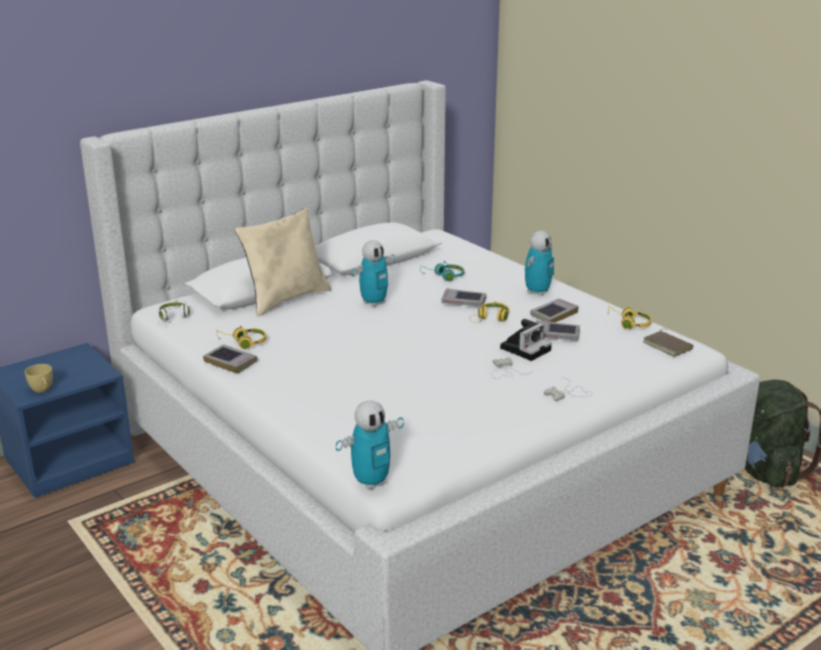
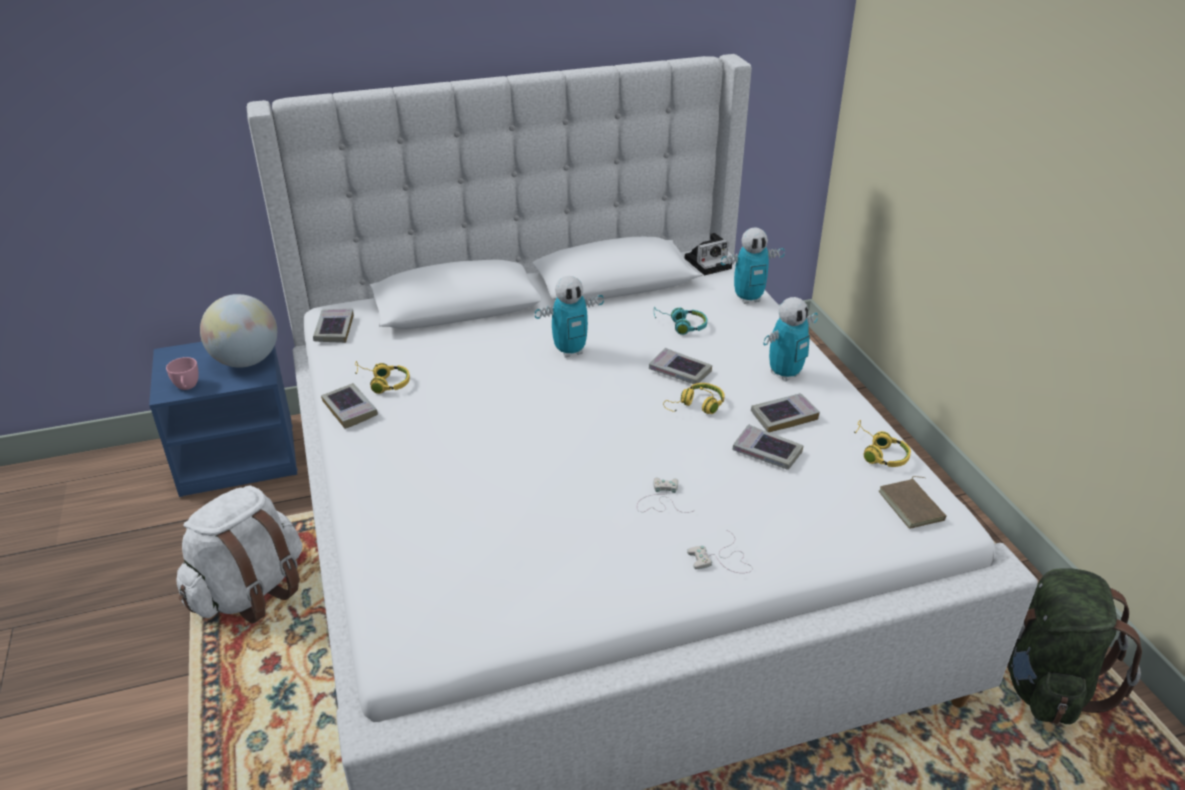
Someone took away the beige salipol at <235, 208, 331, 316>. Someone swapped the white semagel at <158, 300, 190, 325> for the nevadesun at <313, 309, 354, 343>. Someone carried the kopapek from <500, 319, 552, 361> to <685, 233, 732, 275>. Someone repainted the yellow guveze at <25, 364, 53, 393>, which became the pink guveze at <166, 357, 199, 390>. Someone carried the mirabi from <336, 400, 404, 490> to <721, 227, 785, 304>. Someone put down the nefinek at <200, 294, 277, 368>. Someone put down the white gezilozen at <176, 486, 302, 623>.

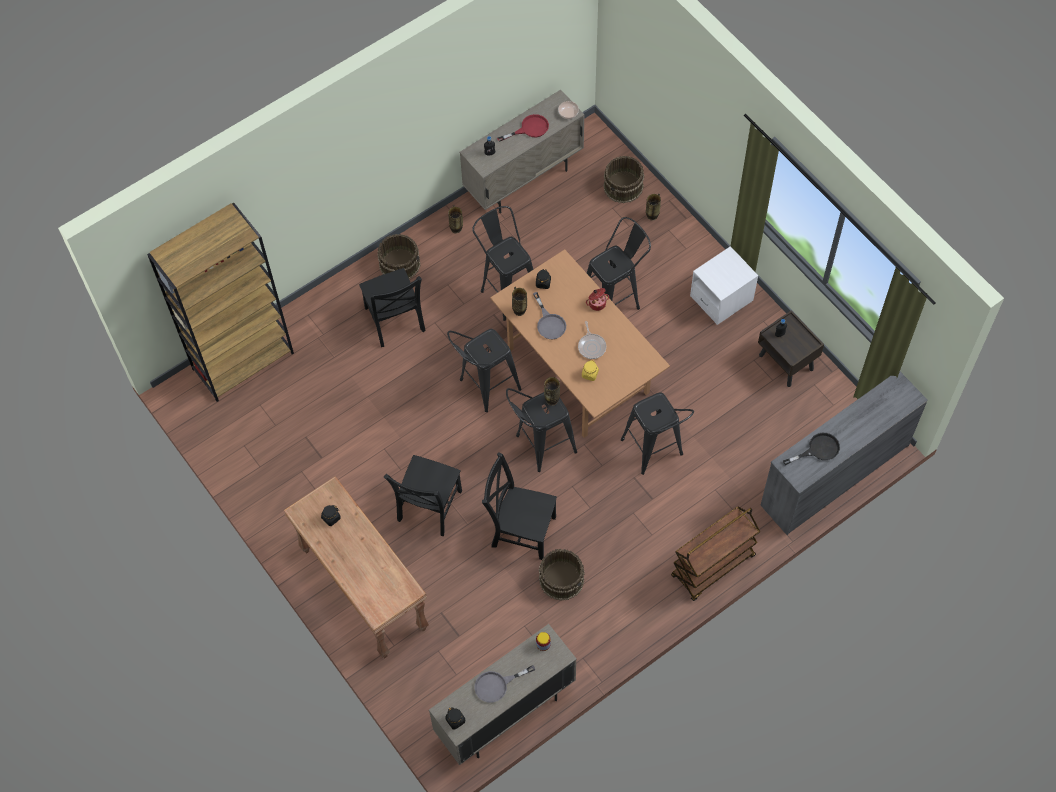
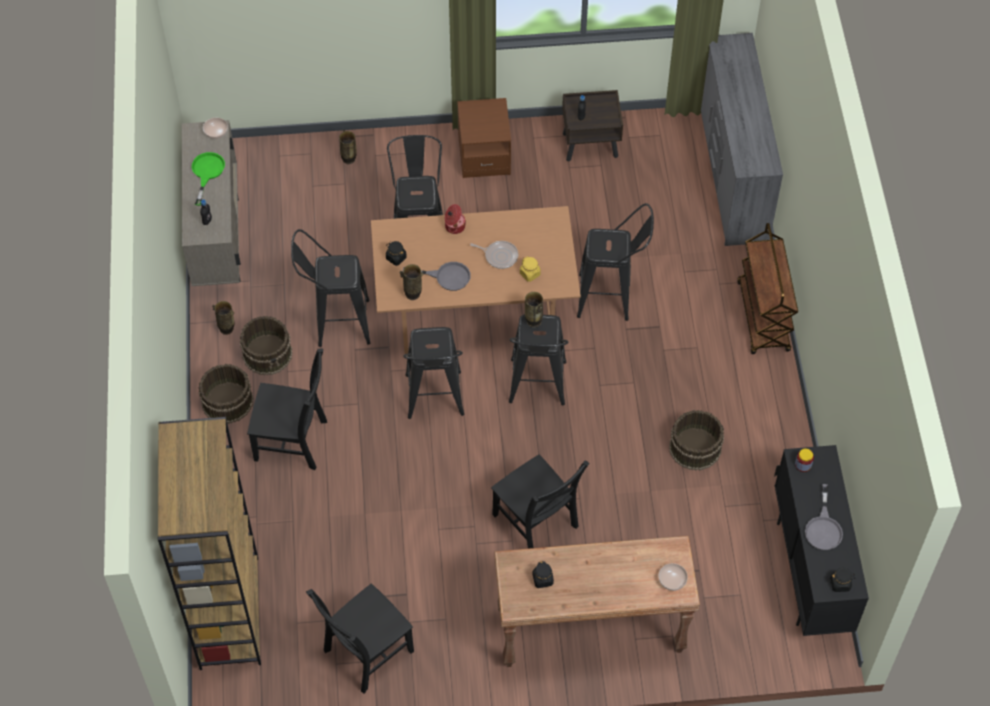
Someone repainted the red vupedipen at <497, 114, 549, 142>, which became the green vupedipen at <192, 152, 225, 206>. Someone carried the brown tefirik from <603, 156, 644, 203> to <240, 316, 293, 375>. Someone repainted the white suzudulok at <690, 246, 758, 325>, which became the brown suzudulok at <457, 98, 511, 178>. Someone took away the black vupedipen at <783, 433, 840, 465>. Someone carried the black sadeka from <482, 452, 557, 560> to <306, 583, 414, 693>. Someone repainted the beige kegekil at <429, 624, 577, 765>, which became the black kegekil at <774, 445, 869, 636>. Someone put down the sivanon at <659, 563, 688, 591>.

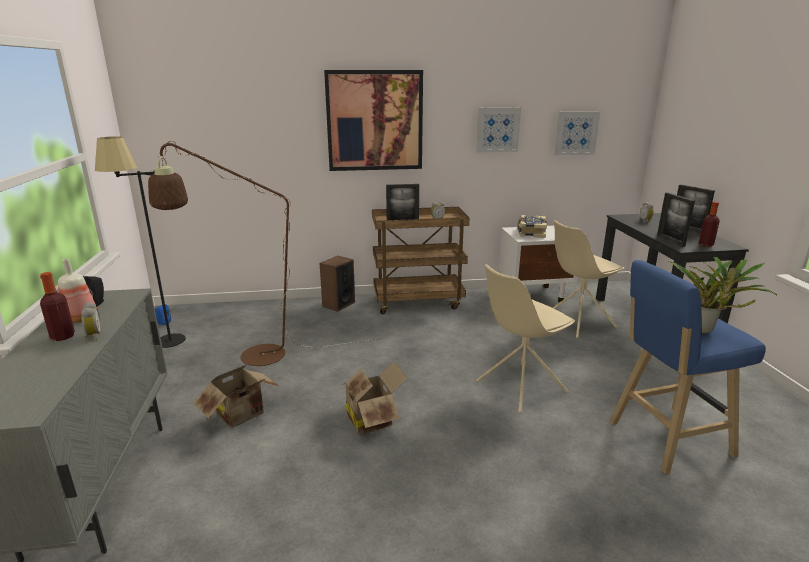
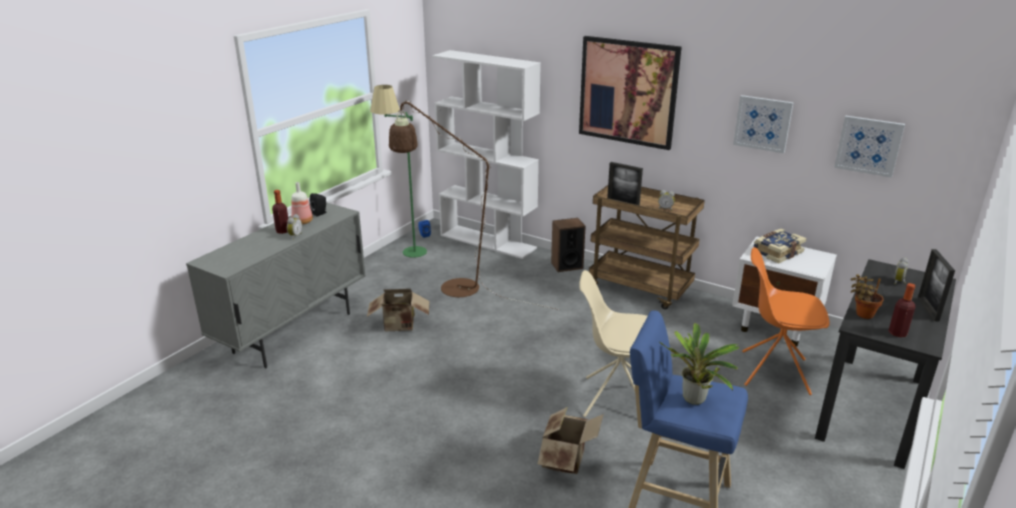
Someone repainted the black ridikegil at <95, 136, 186, 348>, which became the green ridikegil at <370, 85, 427, 258>. Someone swapped the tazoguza at <657, 193, 695, 247> for the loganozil at <851, 274, 884, 319>. Someone repainted the beige sadeka at <553, 220, 624, 338>, which became the orange sadeka at <742, 247, 830, 395>. Someone carried the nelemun from <342, 361, 408, 434> to <538, 407, 604, 474>. Someone put down the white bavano at <432, 50, 541, 259>.

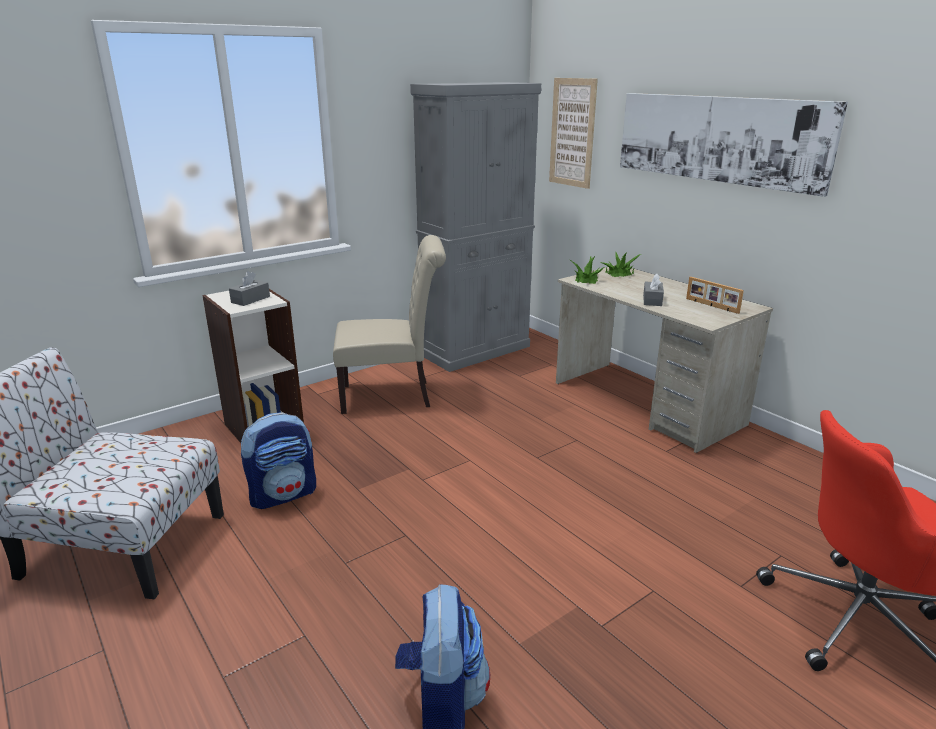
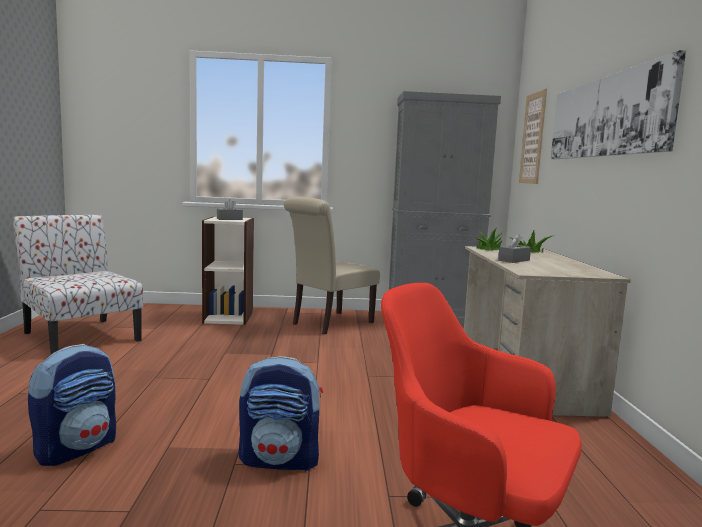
Someone rotated the beige sadeka at <333, 235, 446, 414> by 105 degrees clockwise. Someone took away the tazoguza at <686, 277, 744, 314>. Someone carried the gezilozen from <241, 413, 316, 509> to <239, 356, 323, 471>.

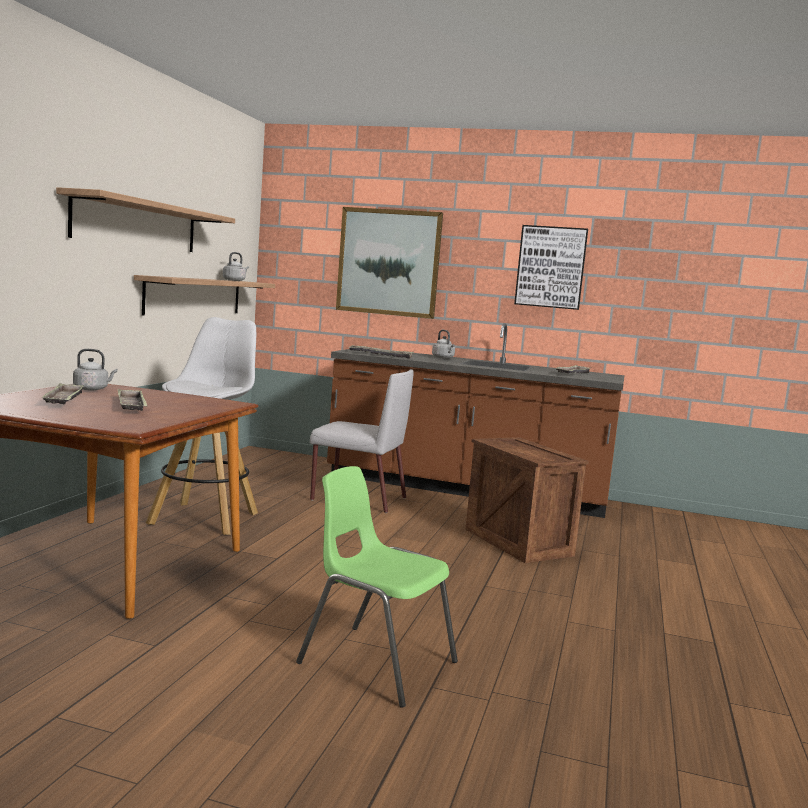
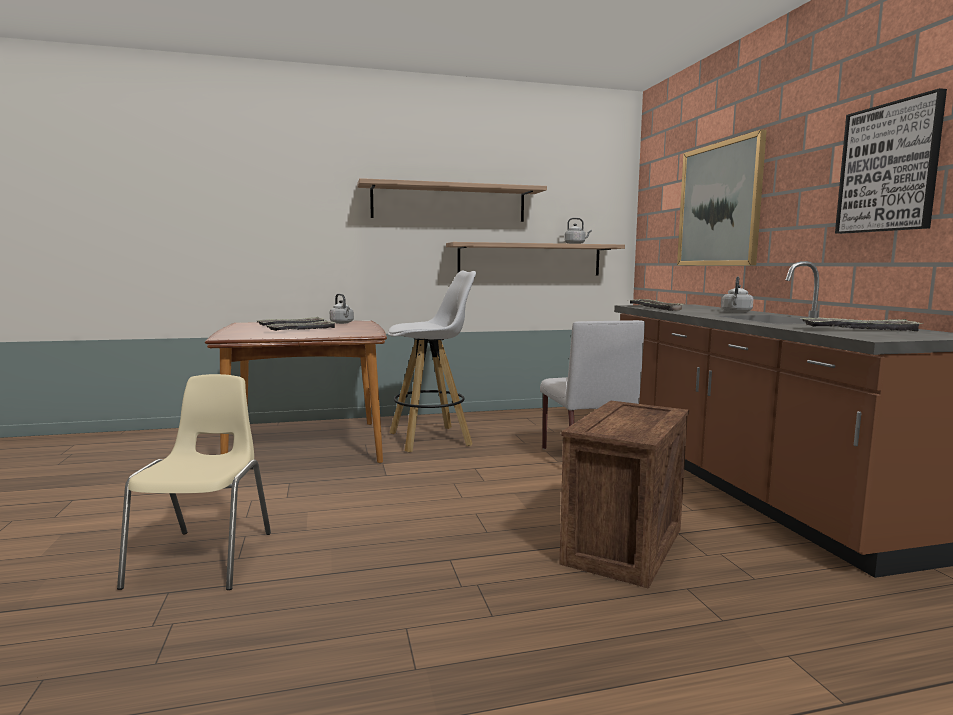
Someone repainted the green sadeka at <296, 466, 458, 708>, which became the beige sadeka at <117, 374, 271, 590>.

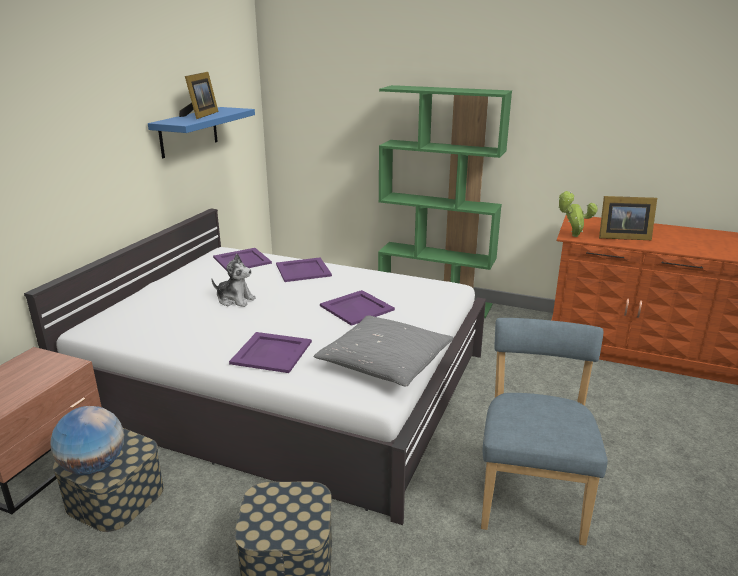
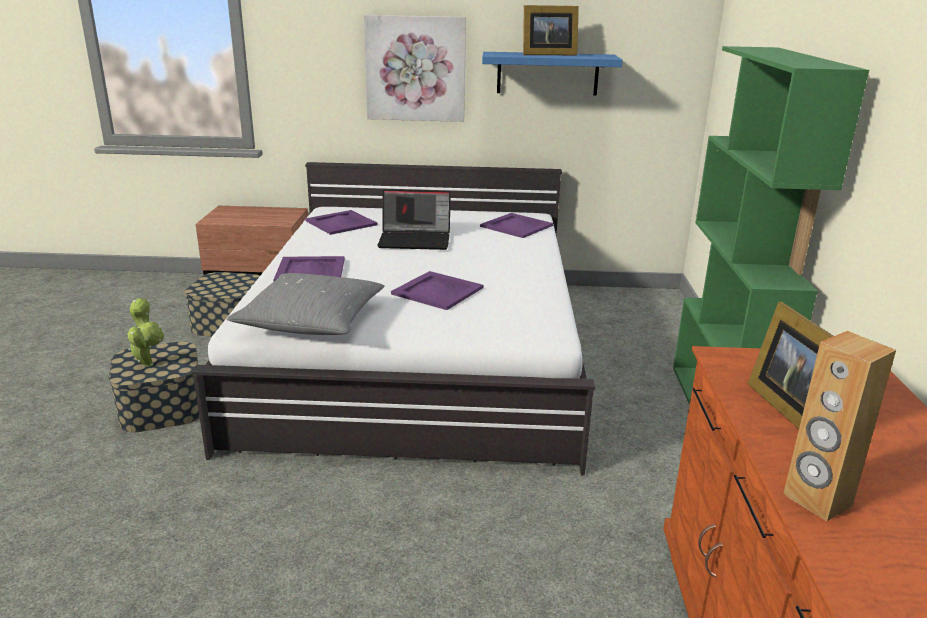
Someone carried the loganozil from <558, 191, 598, 237> to <127, 298, 164, 367>. Someone swapped the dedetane at <212, 254, 256, 307> for the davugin at <377, 189, 451, 250>. Someone carried the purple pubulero from <276, 257, 332, 282> to <305, 210, 377, 235>. Someone took away the blue sadeka at <481, 318, 608, 546>. Someone took away the nefinek at <50, 406, 124, 475>. Someone put up the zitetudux at <364, 15, 466, 122>. Someone put down the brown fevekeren at <783, 331, 896, 521>.

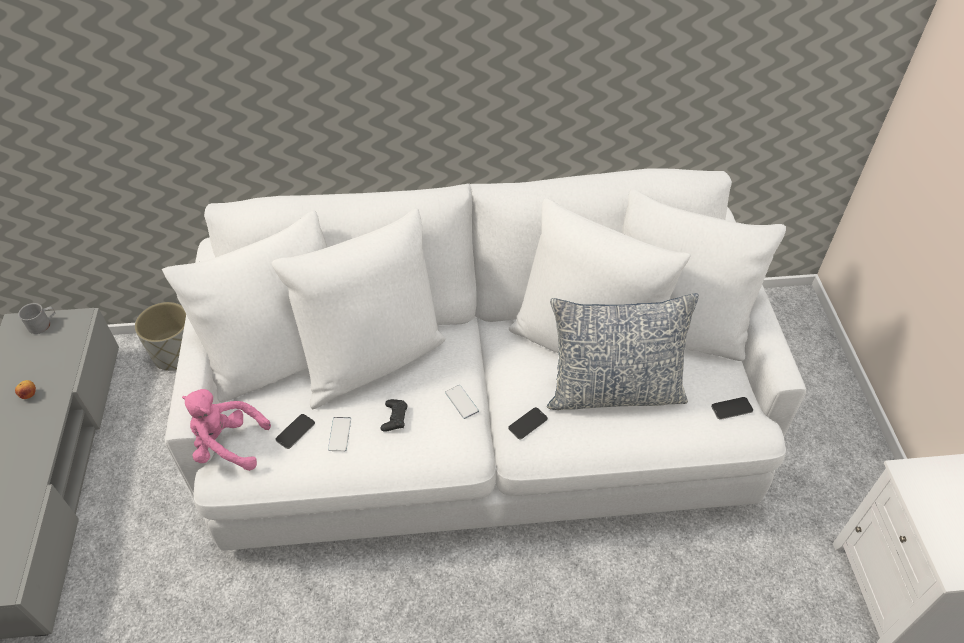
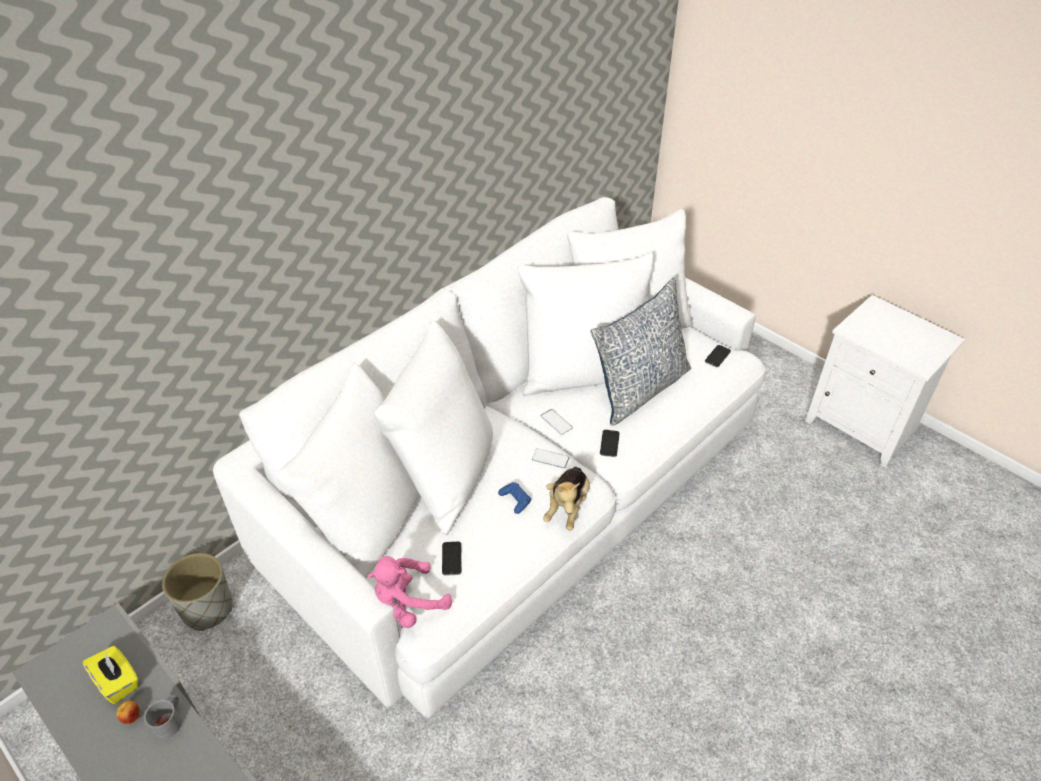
Someone carried the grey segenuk from <18, 303, 55, 334> to <144, 695, 181, 739>. Someone repainted the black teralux at <381, 399, 407, 432>, which became the blue teralux at <498, 482, 531, 514>. Someone carried the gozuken from <328, 417, 351, 451> to <541, 409, 573, 435>. Someone put down the dedetane at <543, 466, 590, 531>. Someone put down the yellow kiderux at <82, 646, 138, 704>.

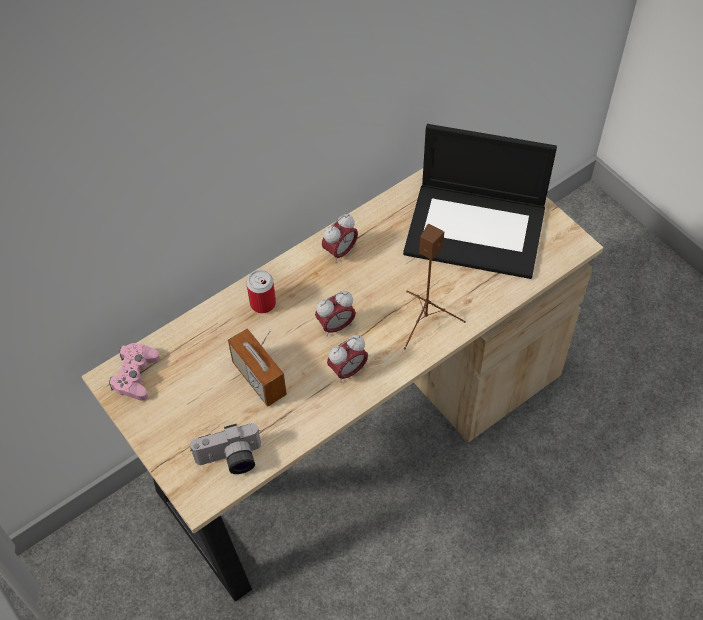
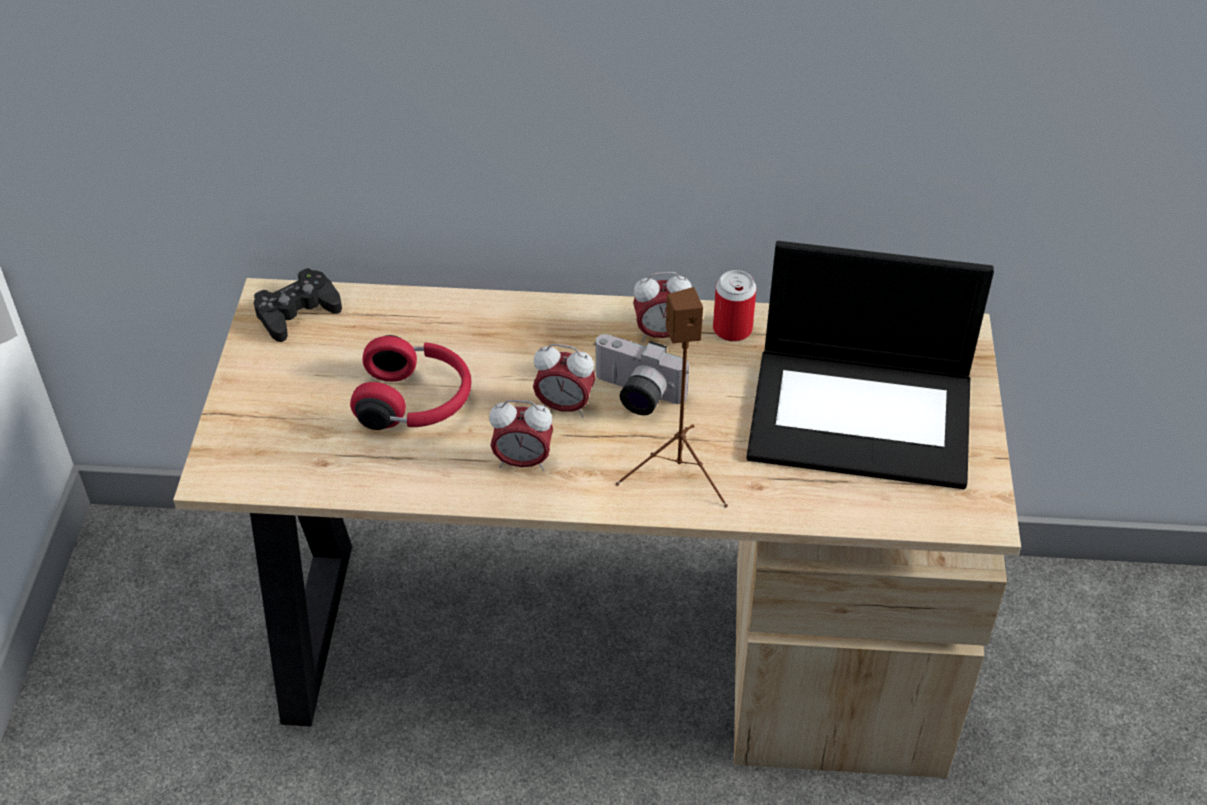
Someone rotated the davugin at <403, 124, 557, 279> by 45 degrees counterclockwise. Someone carried the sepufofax from <246, 270, 276, 313> to <713, 270, 756, 342>. Someone swapped the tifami at <228, 328, 287, 407> for the red semagel at <350, 335, 471, 430>. Someone repainted the pink teralux at <109, 343, 160, 401>, which became the black teralux at <254, 268, 342, 342>. Someone carried the kopapek from <190, 423, 261, 474> to <593, 334, 689, 415>.

